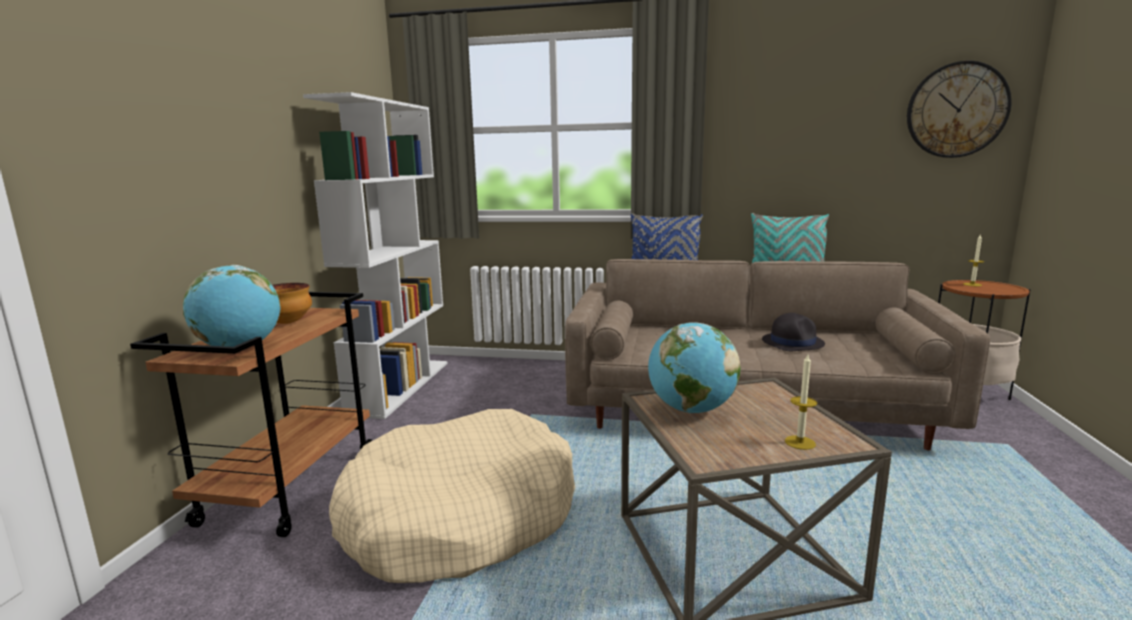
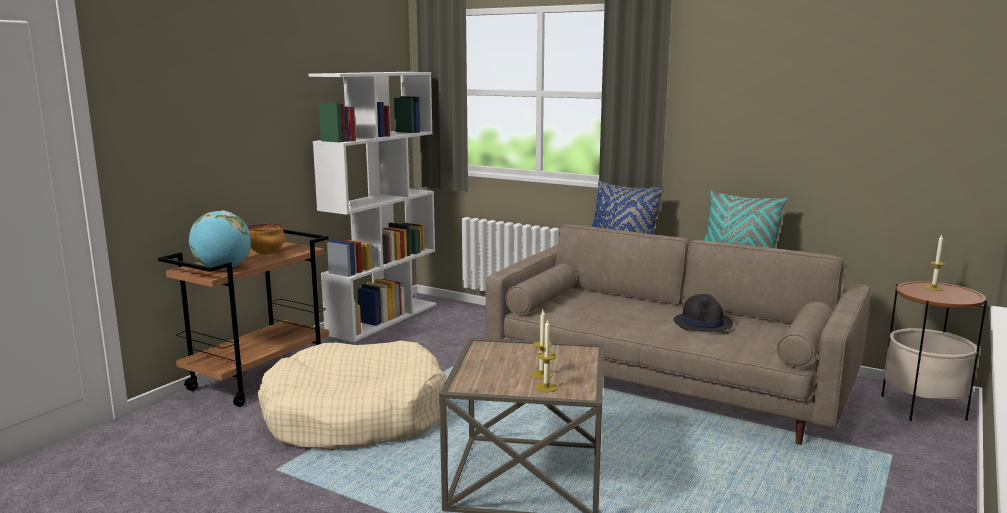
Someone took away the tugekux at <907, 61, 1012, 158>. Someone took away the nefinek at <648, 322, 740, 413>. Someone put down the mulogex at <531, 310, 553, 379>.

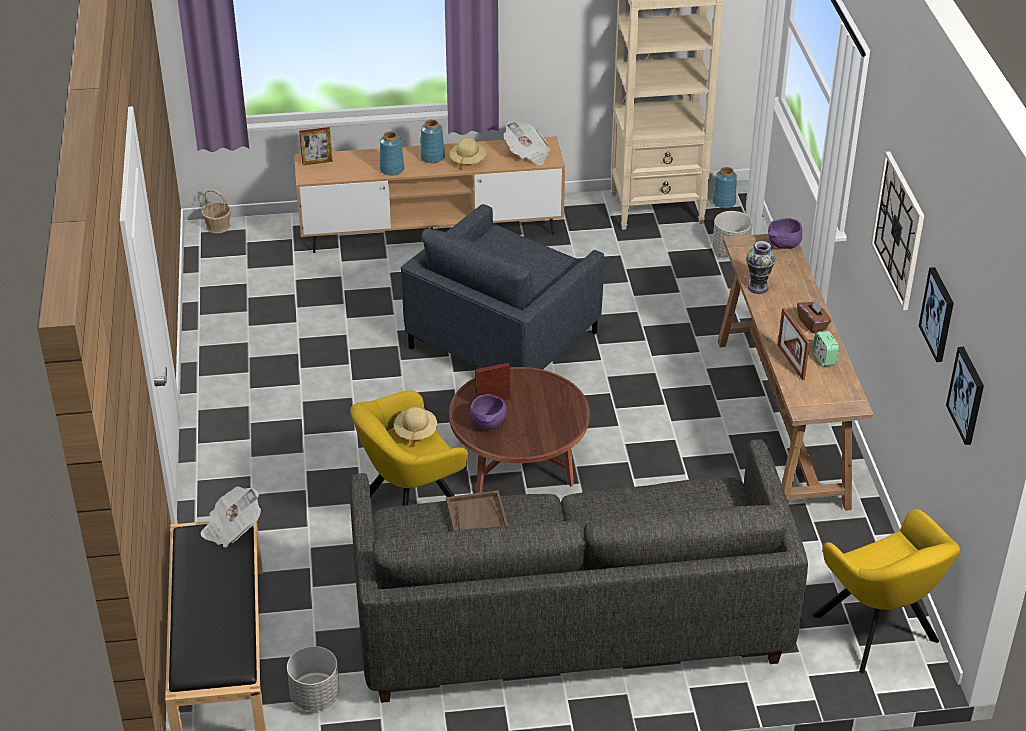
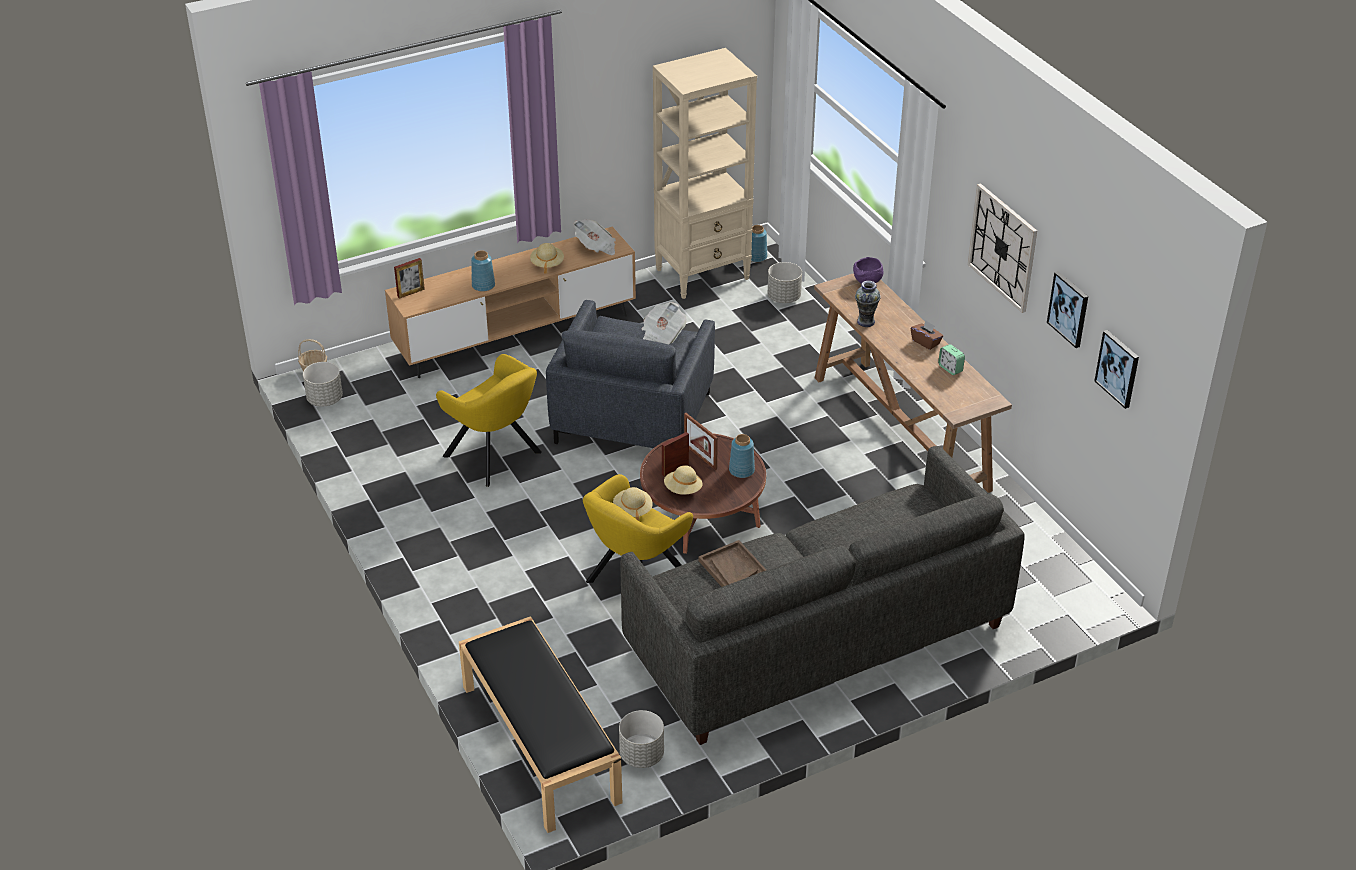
Someone carried the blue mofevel from <420, 119, 445, 163> to <729, 434, 755, 478>. Someone carried the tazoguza from <778, 308, 810, 380> to <684, 413, 718, 470>. Someone swapped the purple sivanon at <470, 394, 507, 429> for the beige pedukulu at <664, 465, 703, 495>. Someone carried the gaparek from <201, 486, 261, 547> to <642, 302, 686, 344>. Someone carried the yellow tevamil from <812, 509, 960, 673> to <436, 354, 542, 487>. Someone put down the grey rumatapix at <303, 362, 343, 407>.

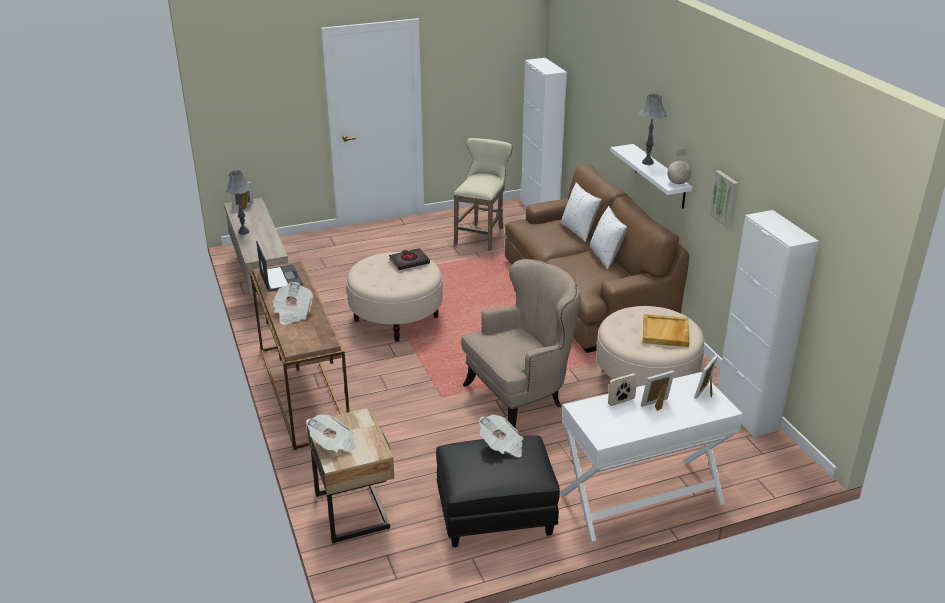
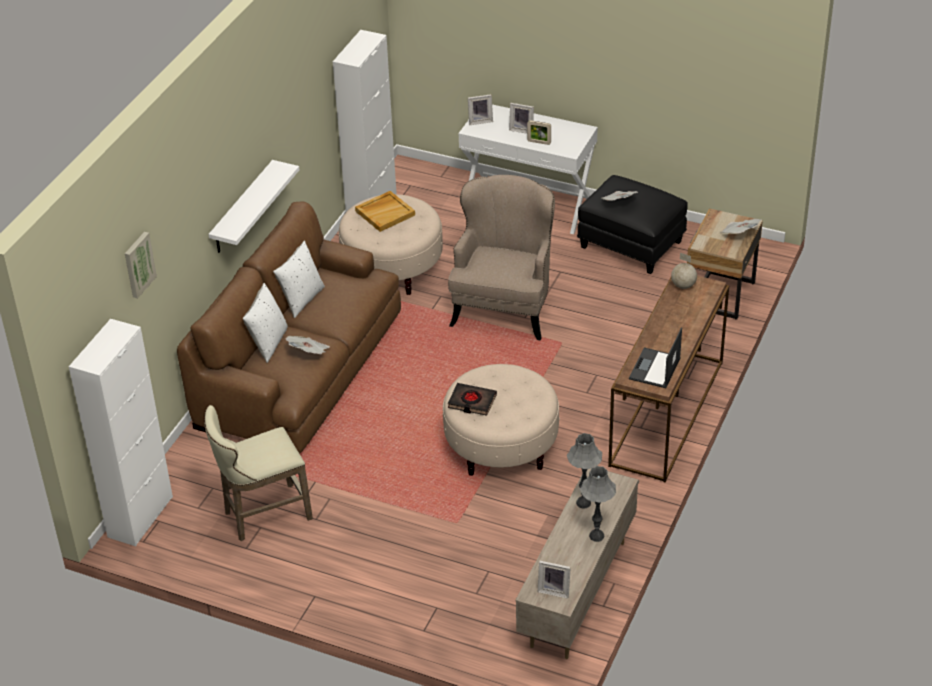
Someone carried the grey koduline from <639, 94, 667, 165> to <567, 433, 602, 508>. Someone carried the nefinek from <667, 149, 691, 184> to <671, 253, 697, 289>. Someone carried the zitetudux from <709, 170, 739, 229> to <125, 232, 157, 299>. Someone rotated the beige tevamil at <461, 259, 581, 428> by 90 degrees clockwise. Someone carried the gaparek from <272, 282, 313, 325> to <286, 336, 330, 354>.

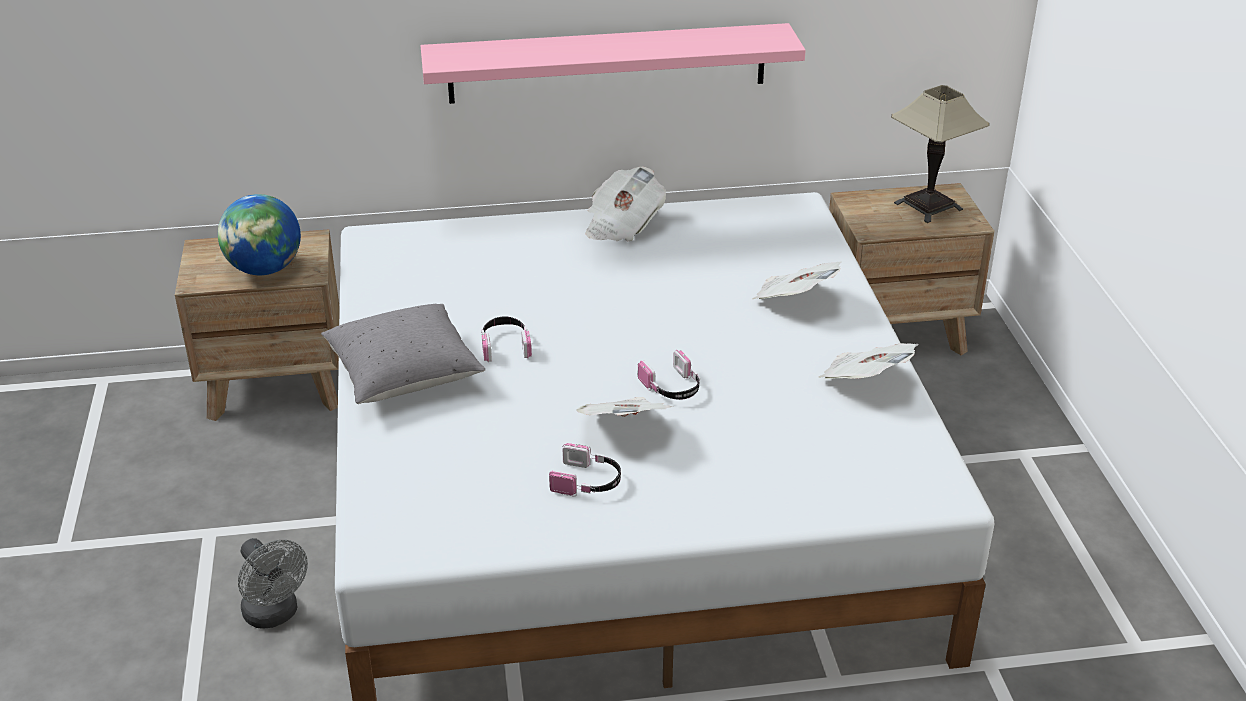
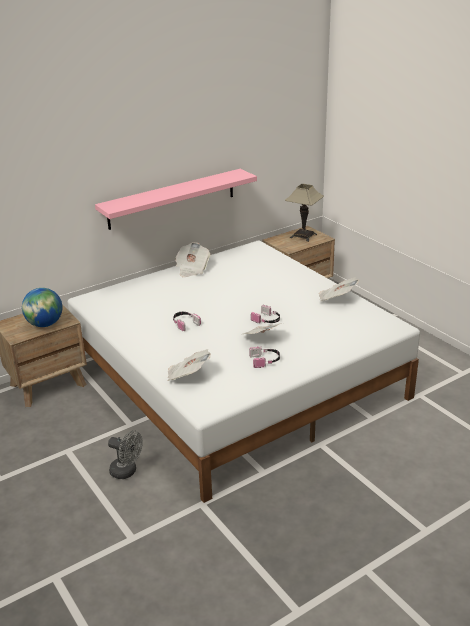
Someone carried the gaparek from <753, 261, 842, 299> to <167, 349, 211, 381>. Someone took away the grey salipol at <321, 304, 485, 404>.

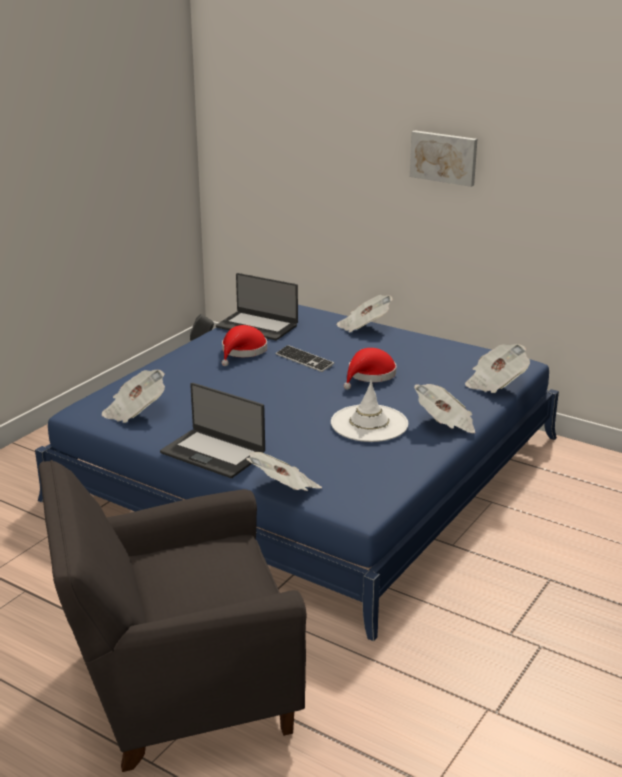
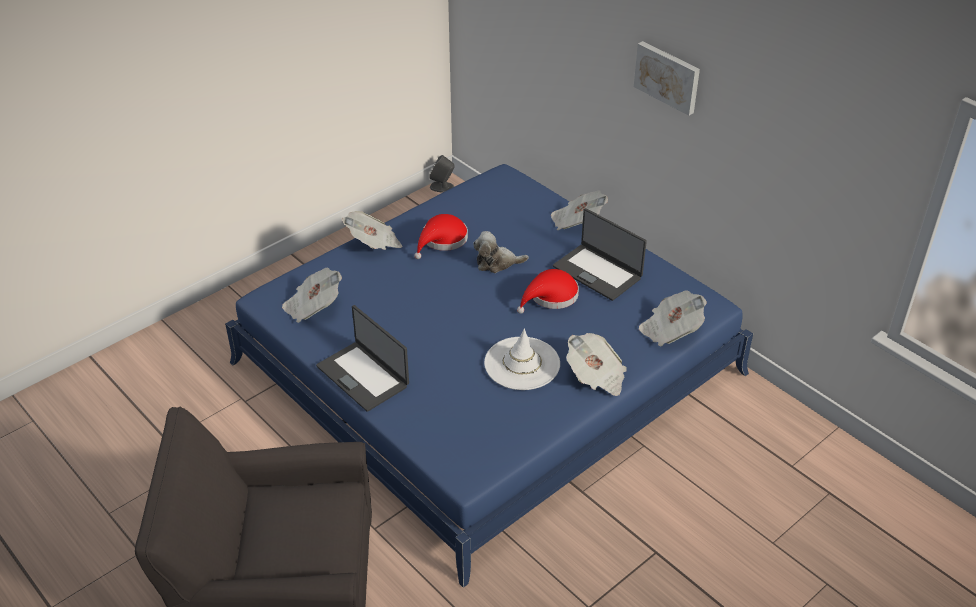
Someone carried the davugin from <216, 273, 298, 340> to <553, 208, 647, 301>. Someone swapped the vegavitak at <276, 345, 334, 372> for the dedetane at <473, 231, 529, 273>. Someone carried the gaparek from <246, 452, 322, 491> to <342, 211, 403, 250>.

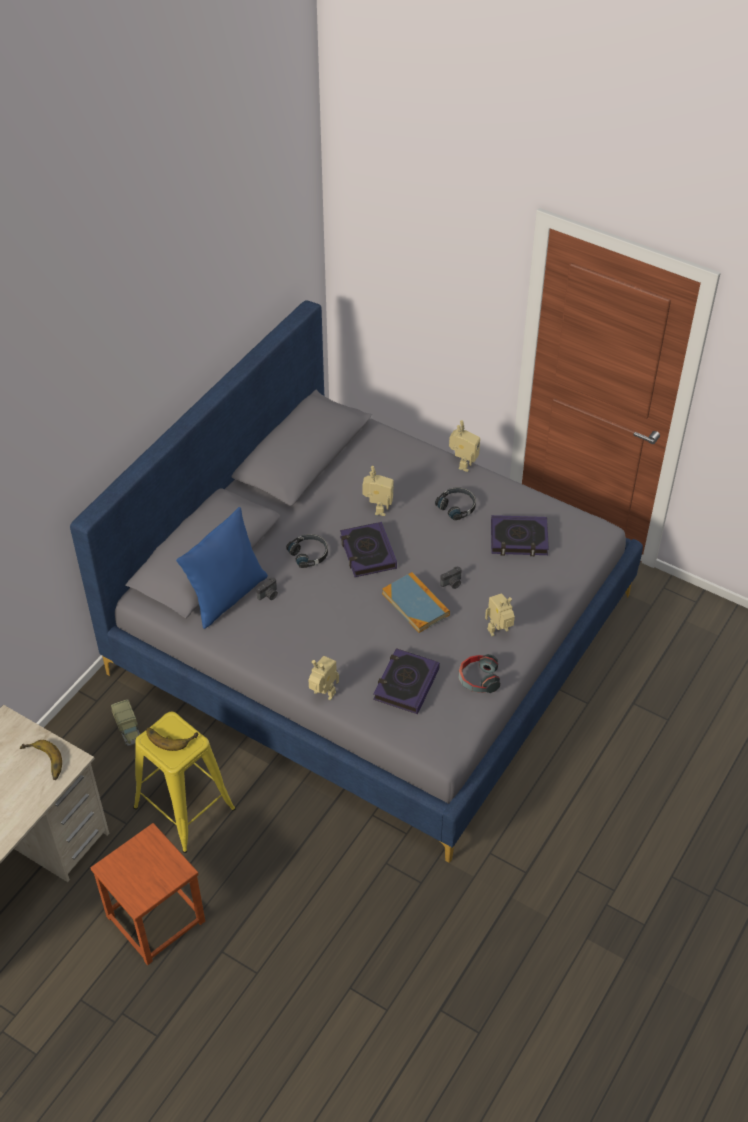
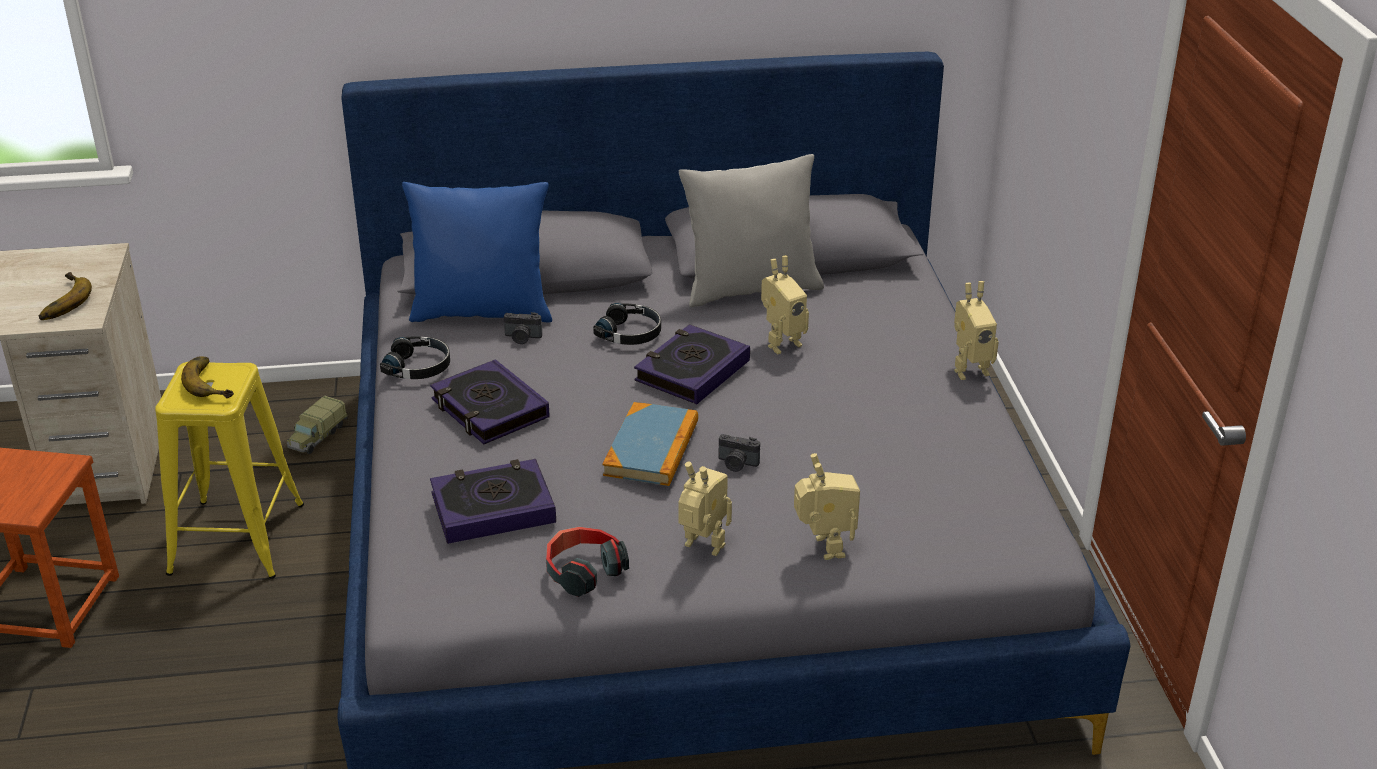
Someone carried the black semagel from <435, 487, 476, 520> to <380, 336, 450, 379>. Someone carried the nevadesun from <491, 515, 549, 556> to <430, 359, 550, 444>. Someone carried the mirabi from <309, 656, 339, 700> to <794, 453, 860, 560>. Someone put down the grey salipol at <679, 154, 824, 307>.

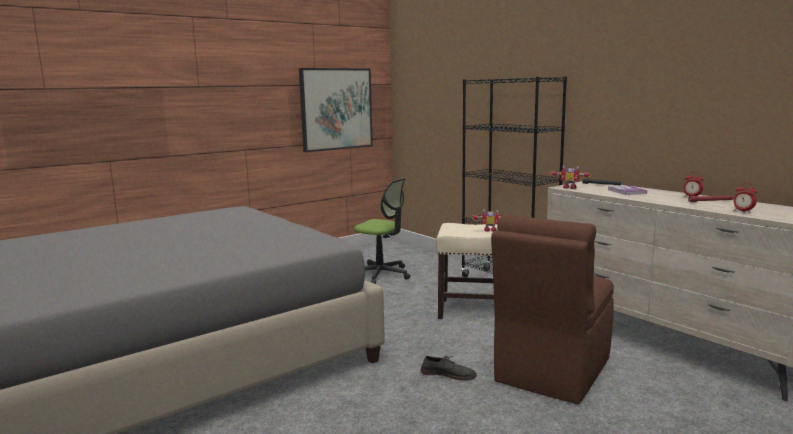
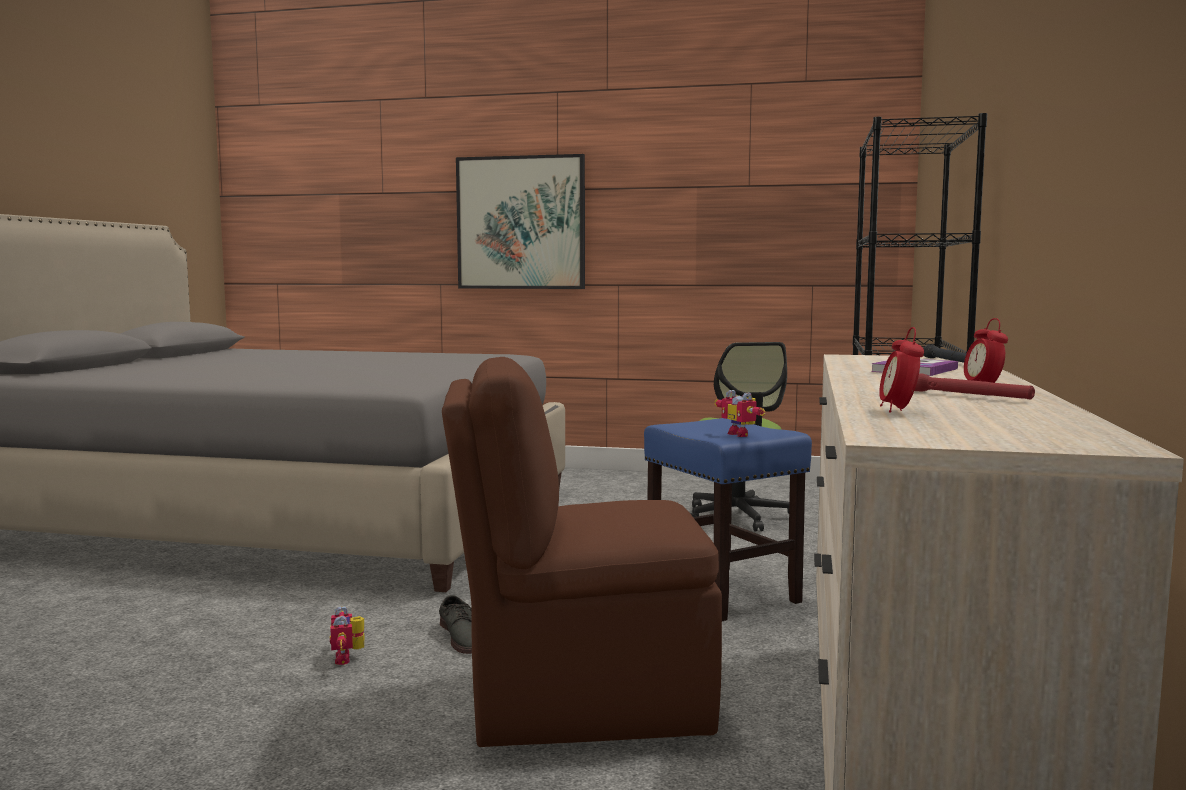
Someone carried the zitetudux from <299, 68, 373, 152> to <456, 154, 585, 289>. Someone carried the mirabi from <549, 166, 592, 189> to <330, 606, 364, 665>. Someone repainted the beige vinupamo at <436, 223, 497, 319>, which became the blue vinupamo at <644, 418, 812, 621>.

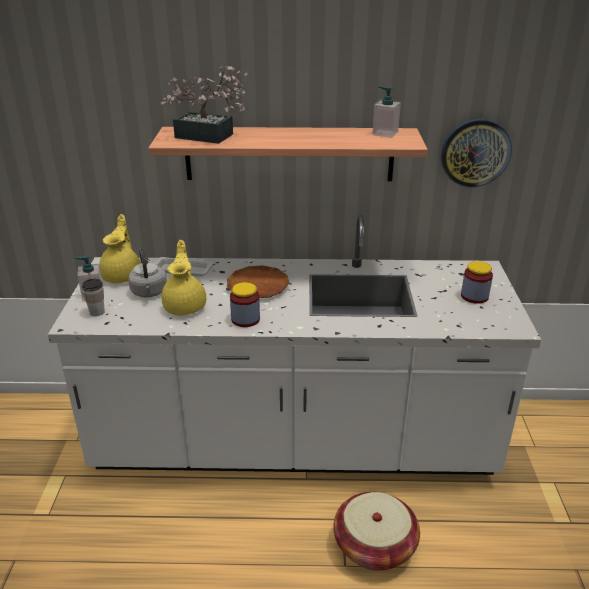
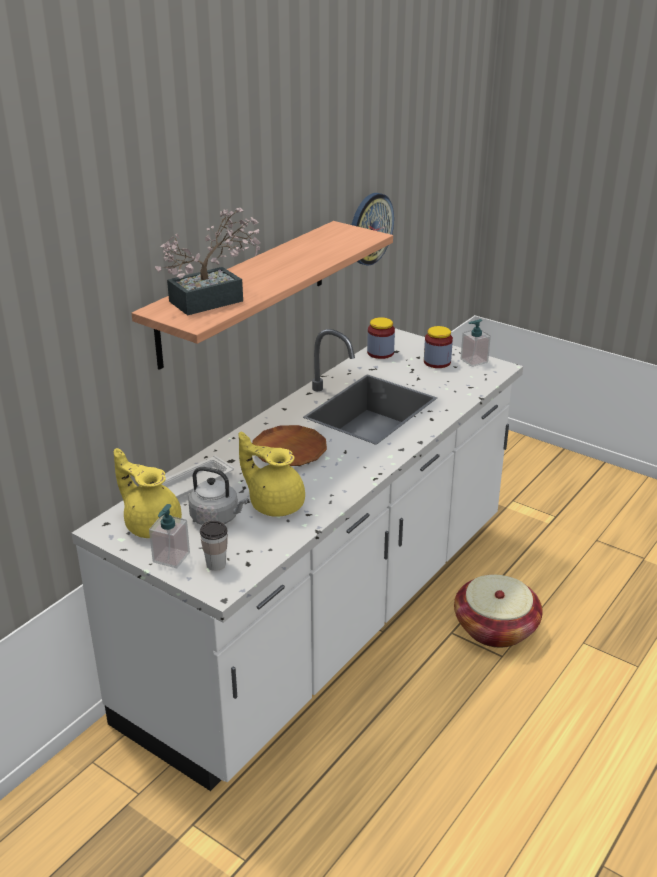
Someone carried the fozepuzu from <372, 86, 401, 138> to <461, 319, 491, 367>. Someone carried the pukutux from <230, 282, 260, 327> to <367, 317, 395, 359>.

